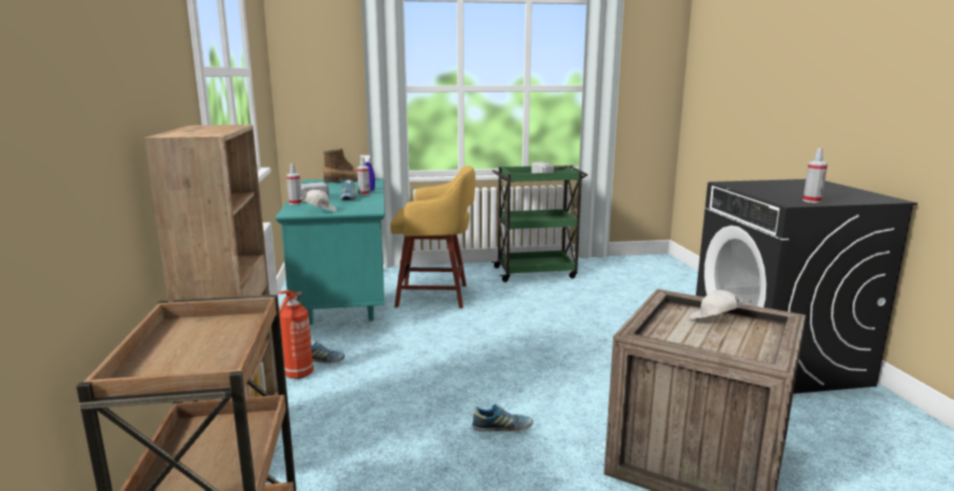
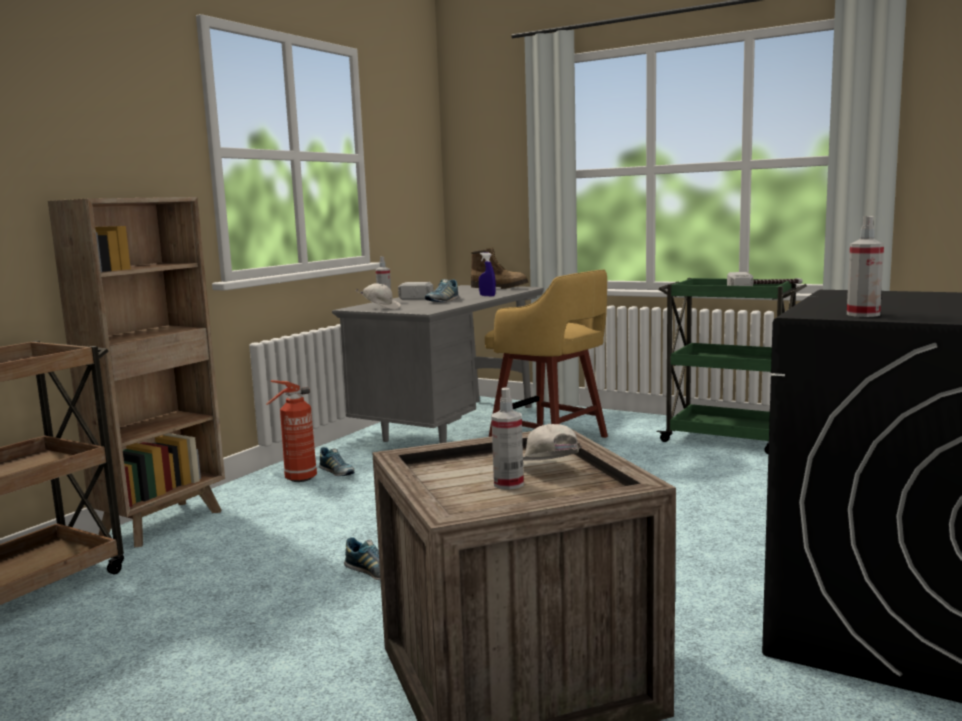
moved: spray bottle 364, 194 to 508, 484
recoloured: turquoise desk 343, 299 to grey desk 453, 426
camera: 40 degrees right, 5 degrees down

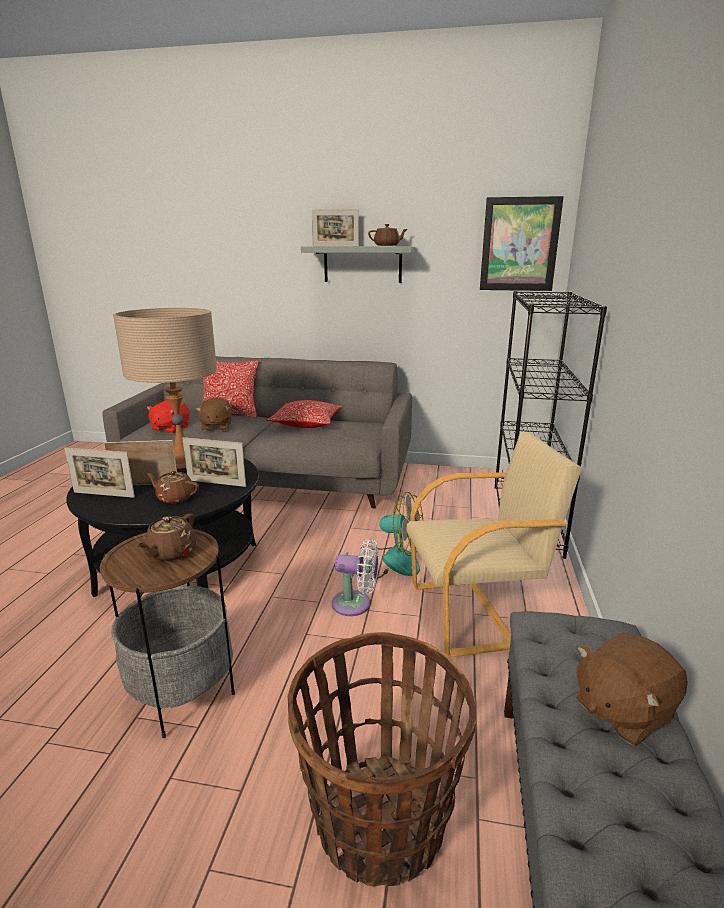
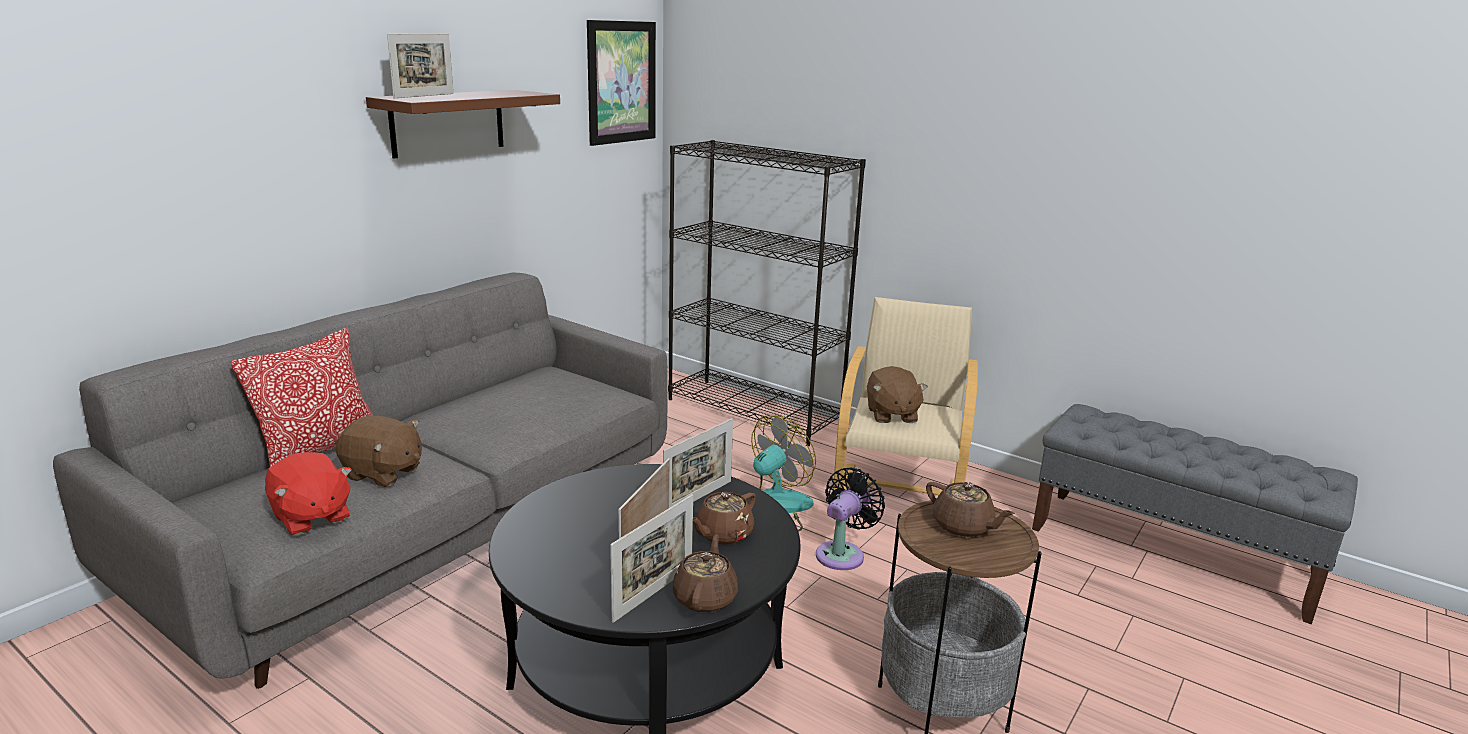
removed: beige table lamp 183, 461; pillow 306, 424; basket 379, 822
moved: brown teapot 387, 246 to 705, 597; brown plush toy 622, 710 to 891, 415
recoloured: grey shelf 362, 264 to brown shelf 448, 122; white fan 355, 604 to black fan 842, 554
camera: 65 degrees left, 0 degrees up

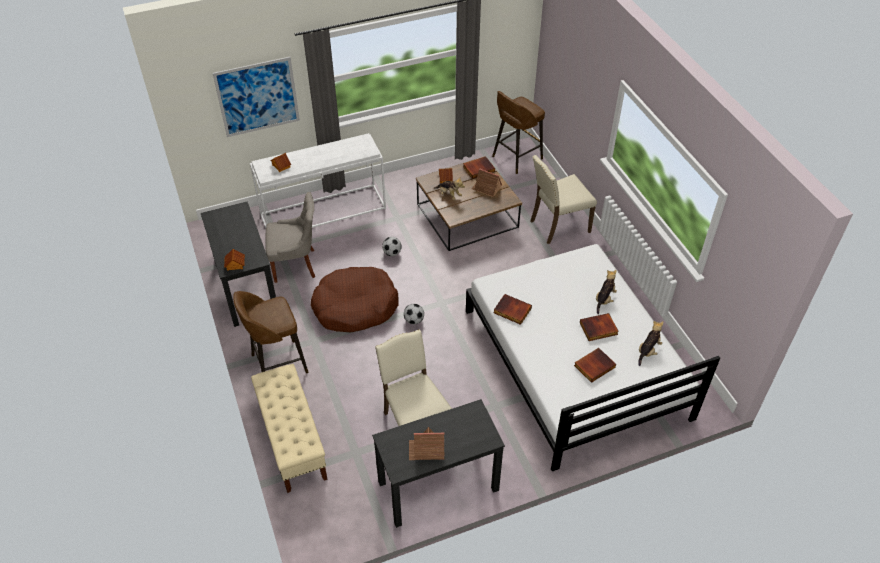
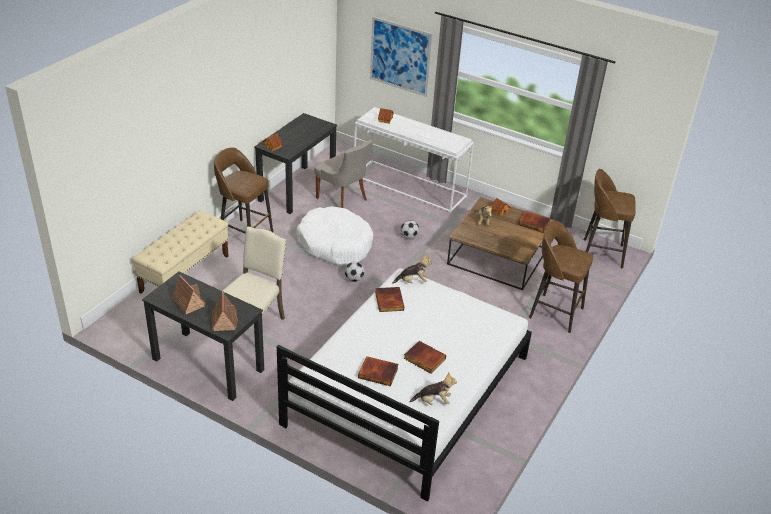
moved: toy house 486, 188 to 224, 320; plush toy 604, 299 to 412, 281
replaced: beige chair 558, 226 to brown stool 554, 312
recoloured: brown dog bed 355, 307 to white dog bed 335, 244
camera: 50 degrees right, 10 degrees down

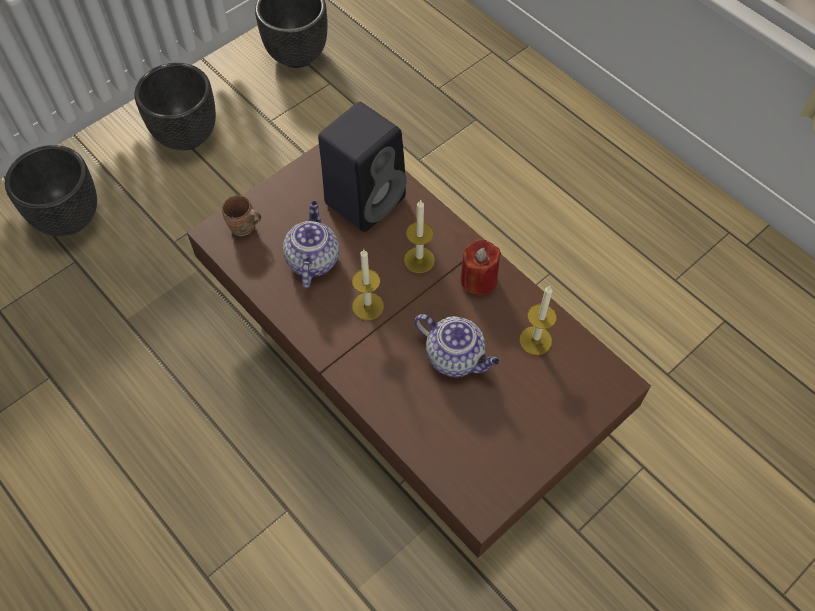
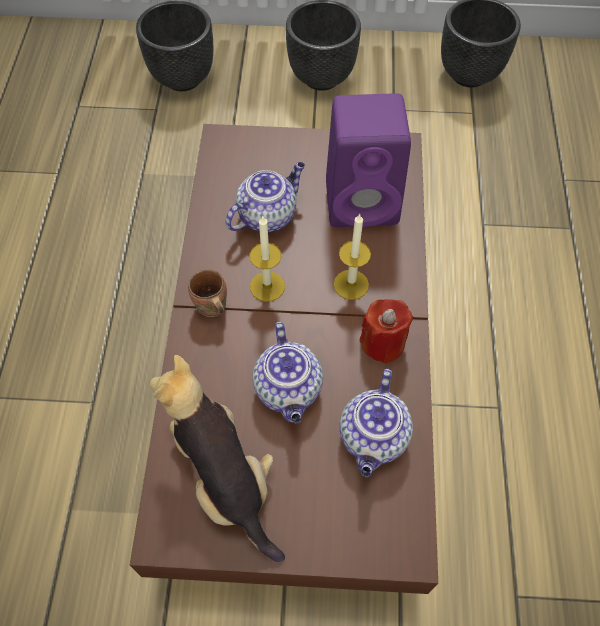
added: plush toy 225, 477
moved: brown mug 243, 228 to 210, 308
replaced: candle 535, 340 to teapot 374, 439
recoloured: black speaker 366, 198 to purple speaker 364, 201
camera: 45 degrees right, 0 degrees up

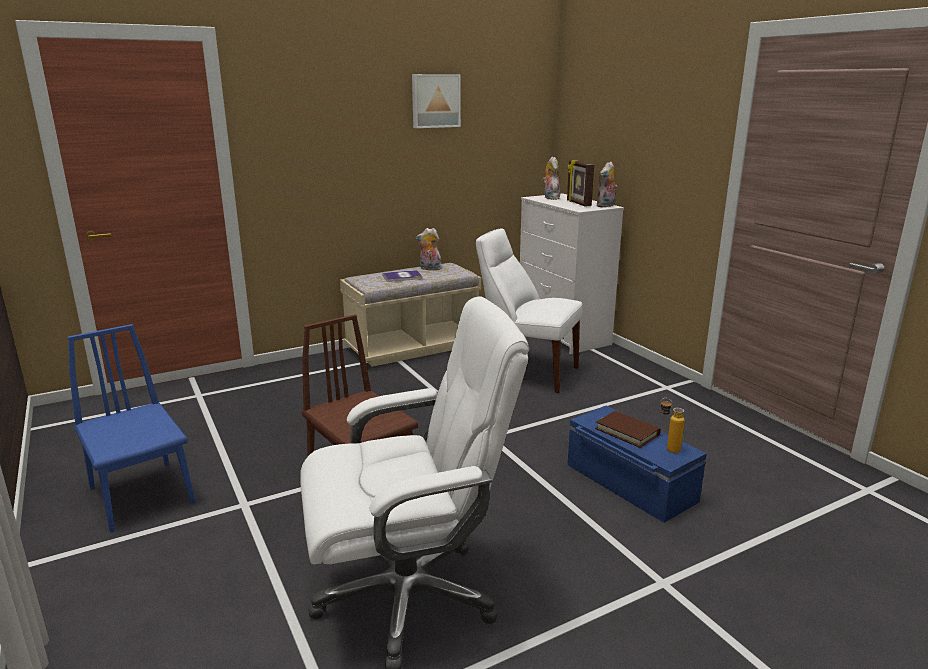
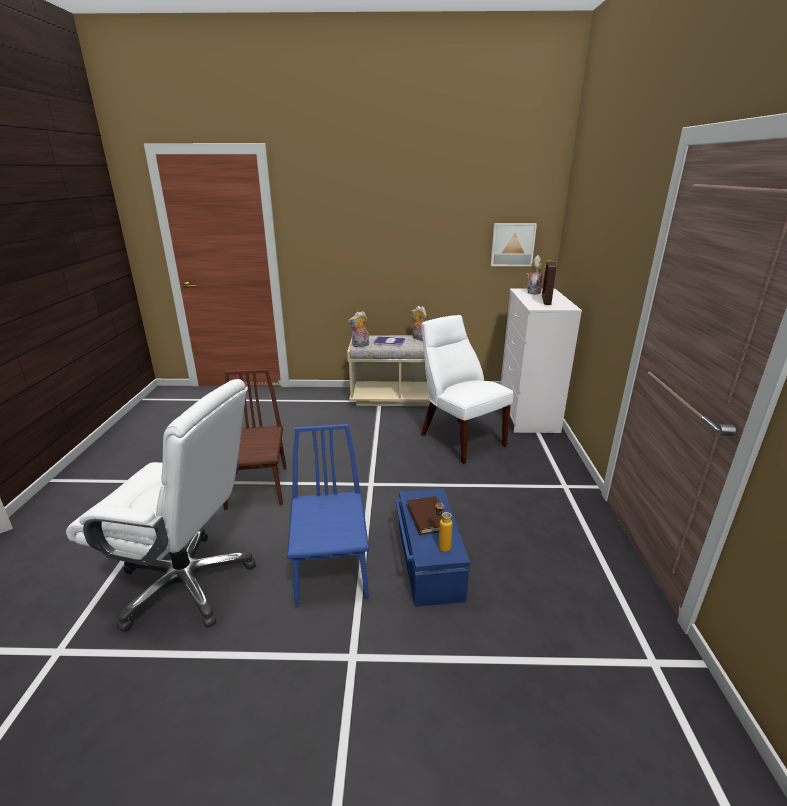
moved: blue chair 141, 495 to 331, 570; picture 435, 101 to 512, 244; plush toy 606, 206 to 360, 345
camera: 30 degrees right, 5 degrees up

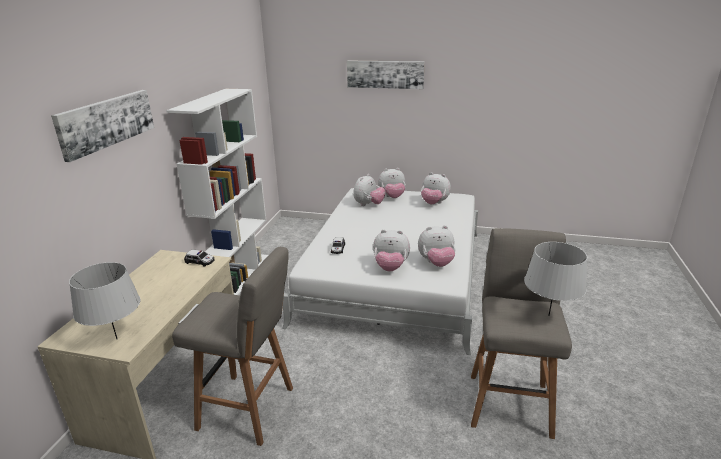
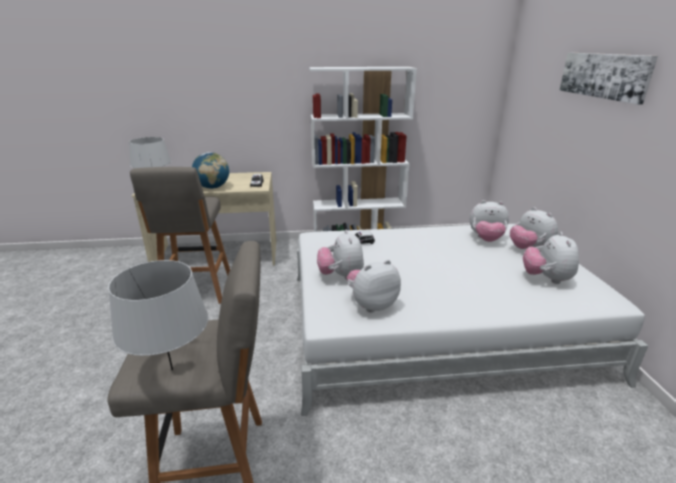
removed: picture 106, 122
added: globe 213, 187
turned: plush toy 436, 263 = 371, 304 90 degrees clockwise
camera: 70 degrees right, 0 degrees up

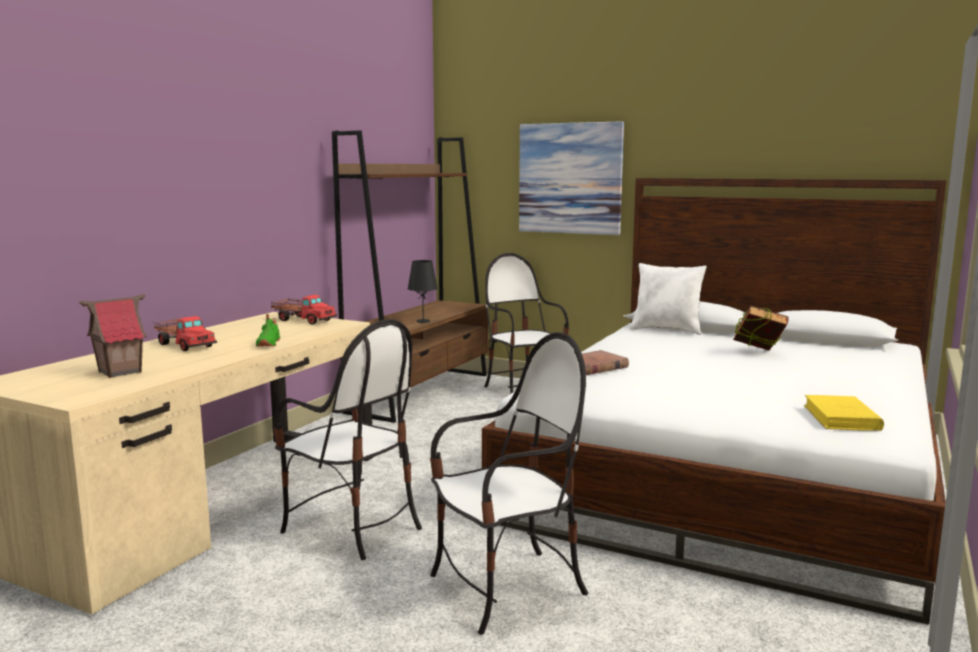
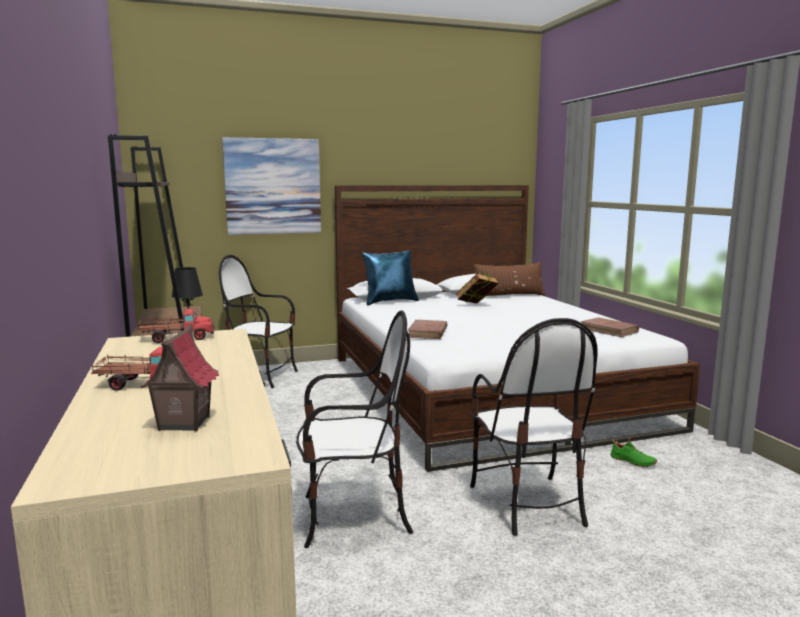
added: brown pillow 509, 296
moved: green shoe 267, 344 to 632, 462
recoloured: white pillow 667, 330 to blue pillow 390, 301; yellow book 841, 418 to brown book 609, 330
turned: chair 507, 589 = 527, 503 150 degrees clockwise
camera: 45 degrees left, 0 degrees up

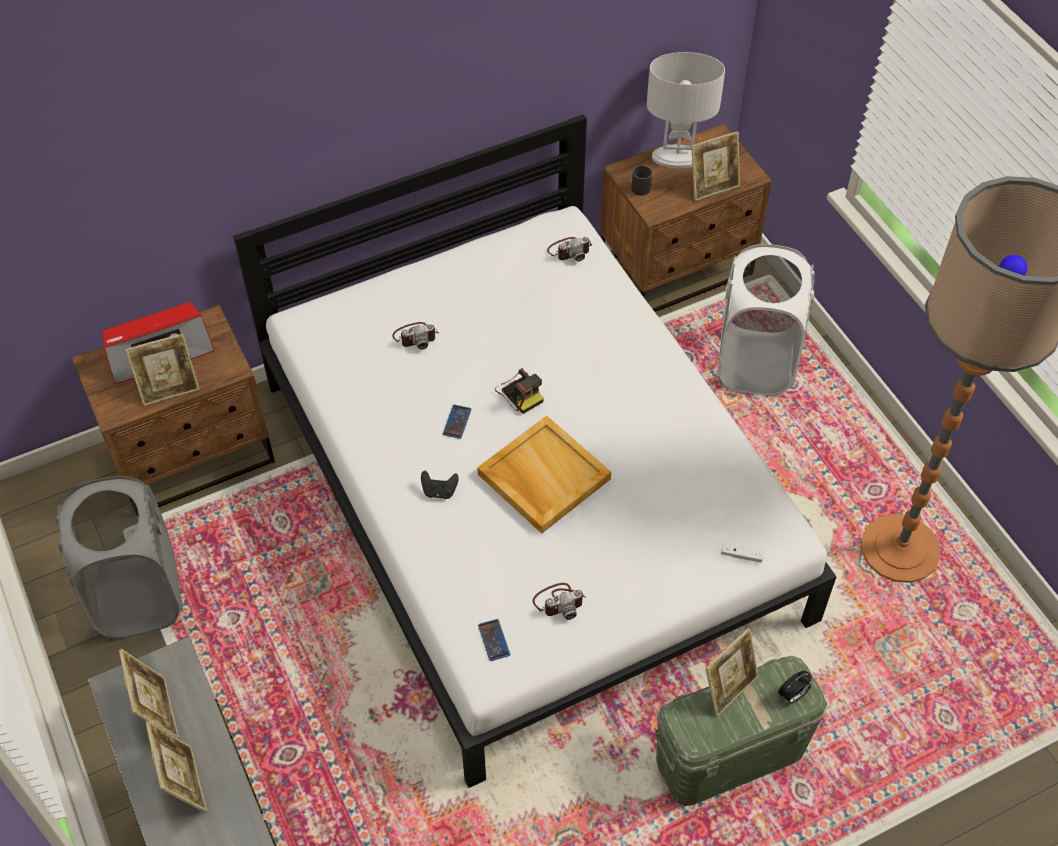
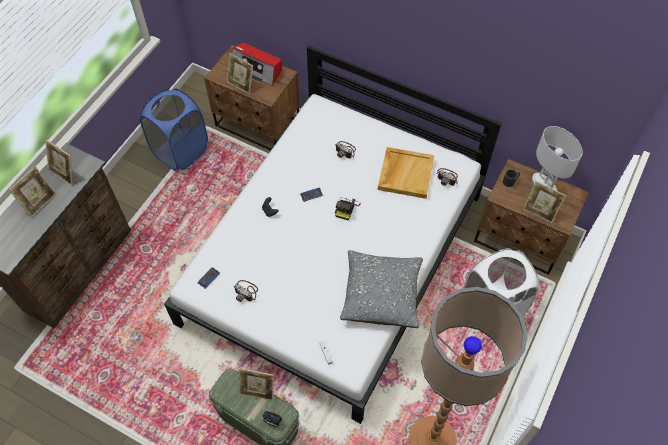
added: grey pillow 381, 295
moved: beige tray 542, 476 to 405, 173
recoloured: grey laundry basket 138, 595 to blue laundry basket 181, 151
turned: picture frame 157, 711 = 65, 173 90 degrees clockwise
camera: 55 degrees right, 5 degrees up

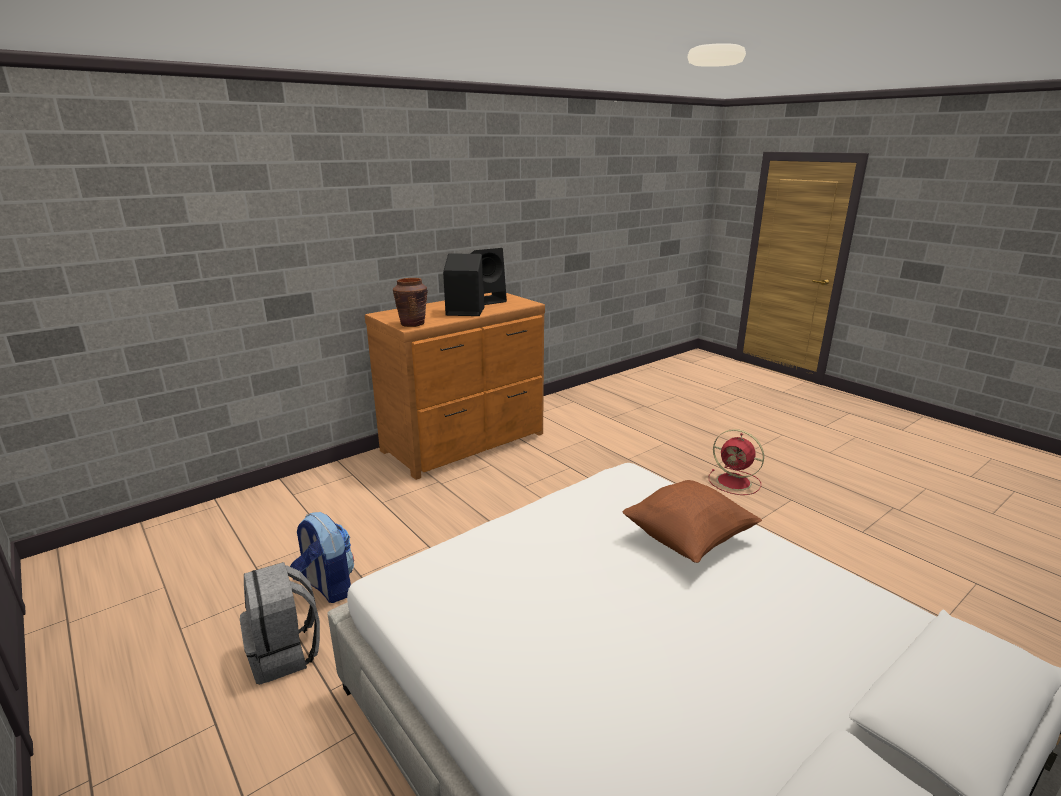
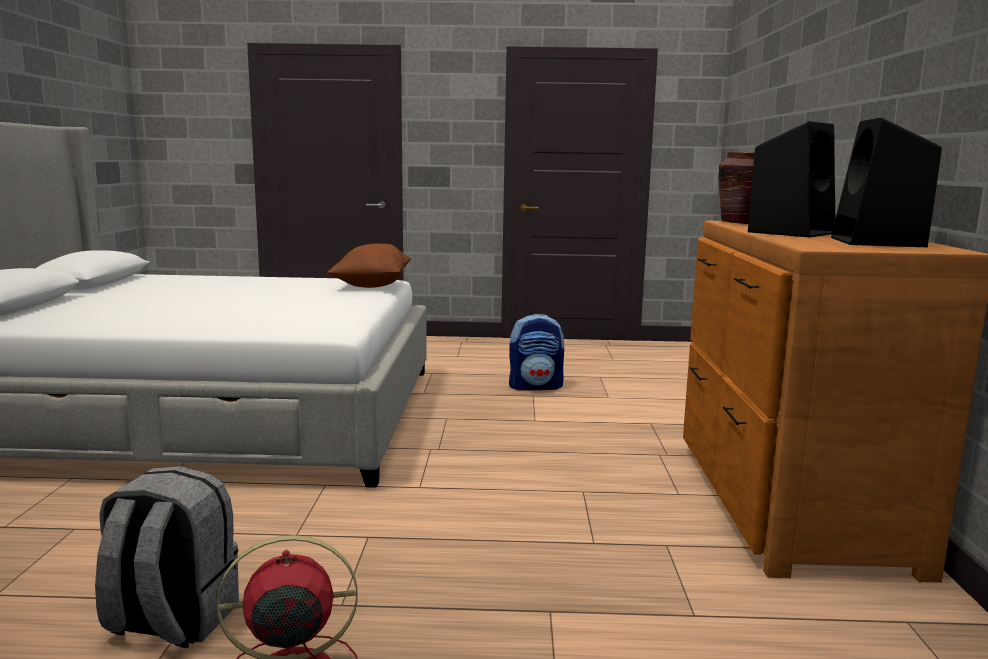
moved: grey backpack 285, 653 to 171, 621; brown pillow 688, 540 to 371, 286
camera: 130 degrees right, 10 degrees down

